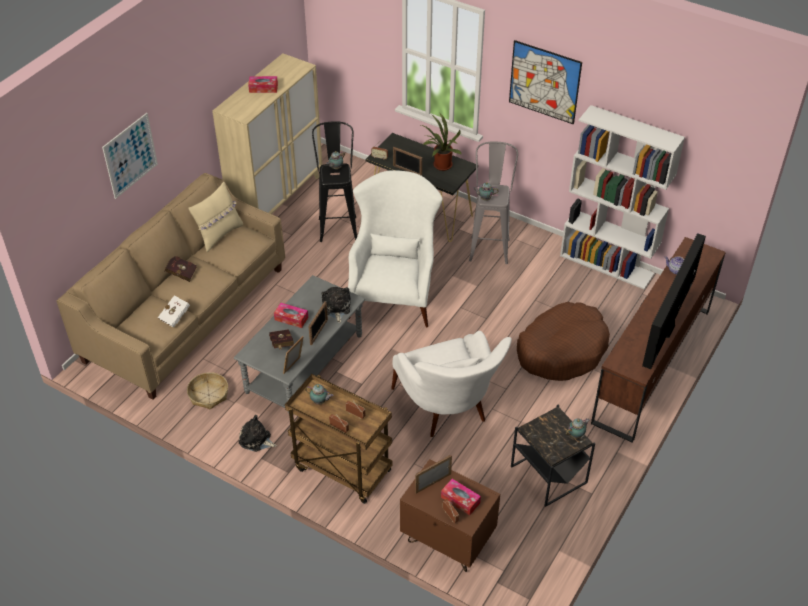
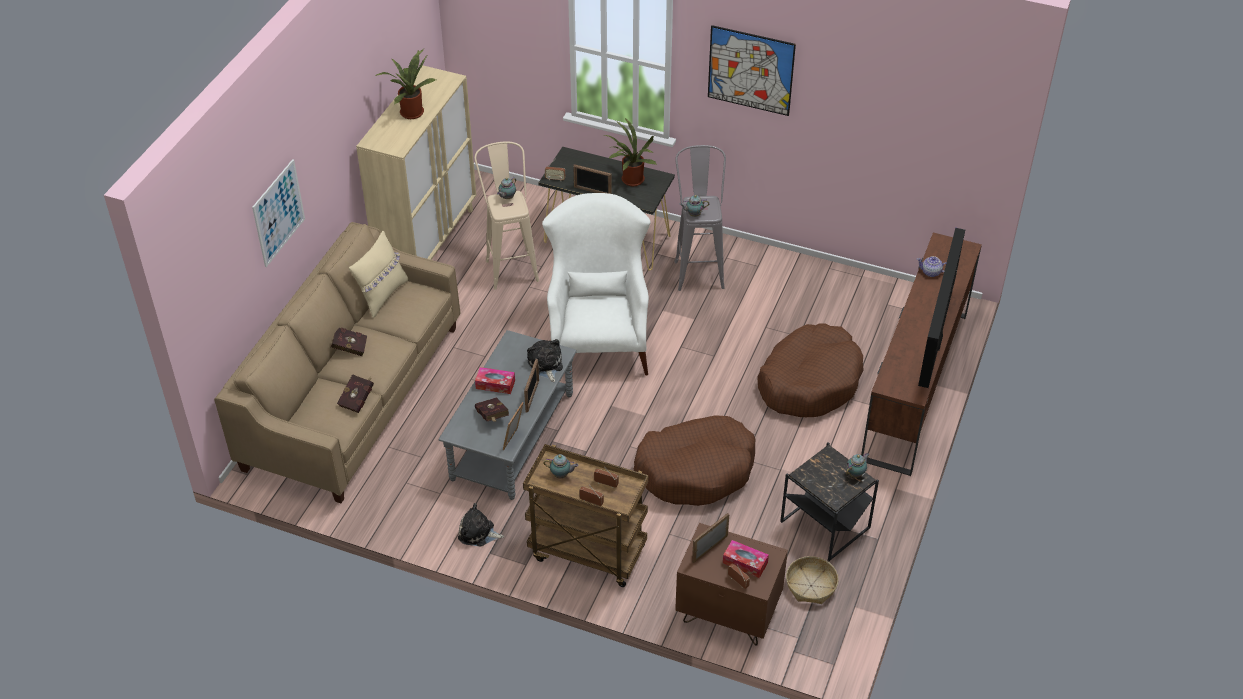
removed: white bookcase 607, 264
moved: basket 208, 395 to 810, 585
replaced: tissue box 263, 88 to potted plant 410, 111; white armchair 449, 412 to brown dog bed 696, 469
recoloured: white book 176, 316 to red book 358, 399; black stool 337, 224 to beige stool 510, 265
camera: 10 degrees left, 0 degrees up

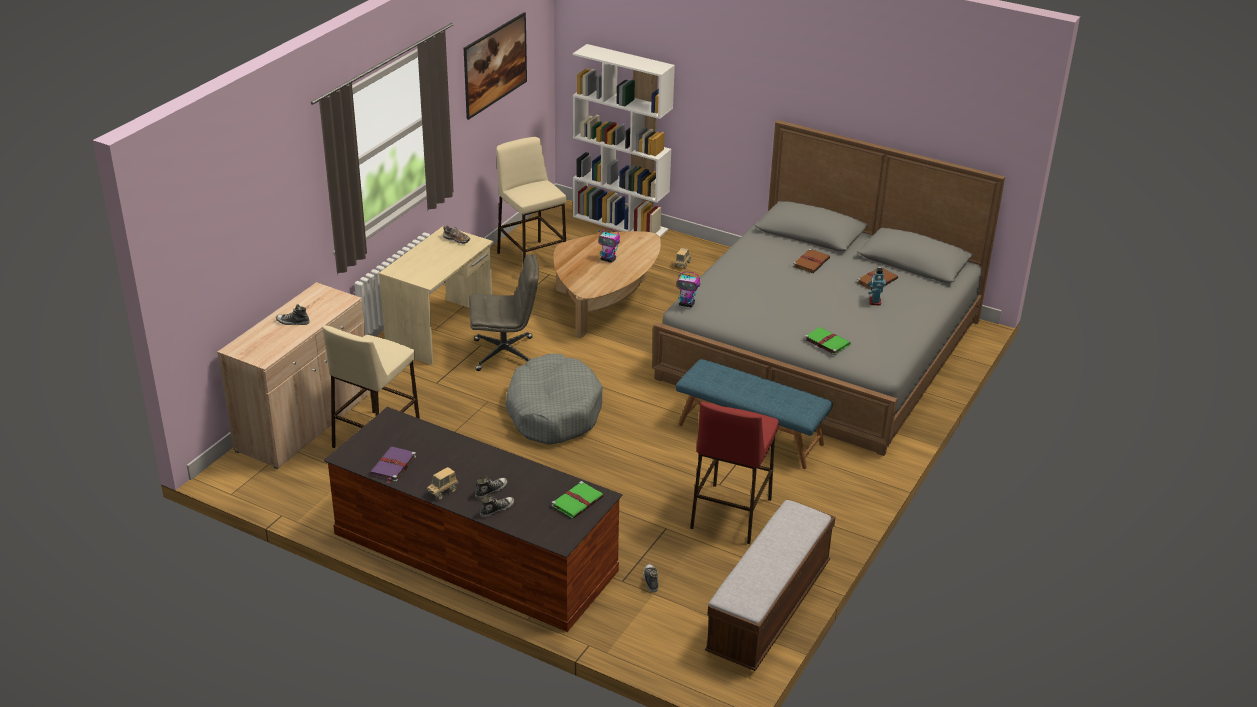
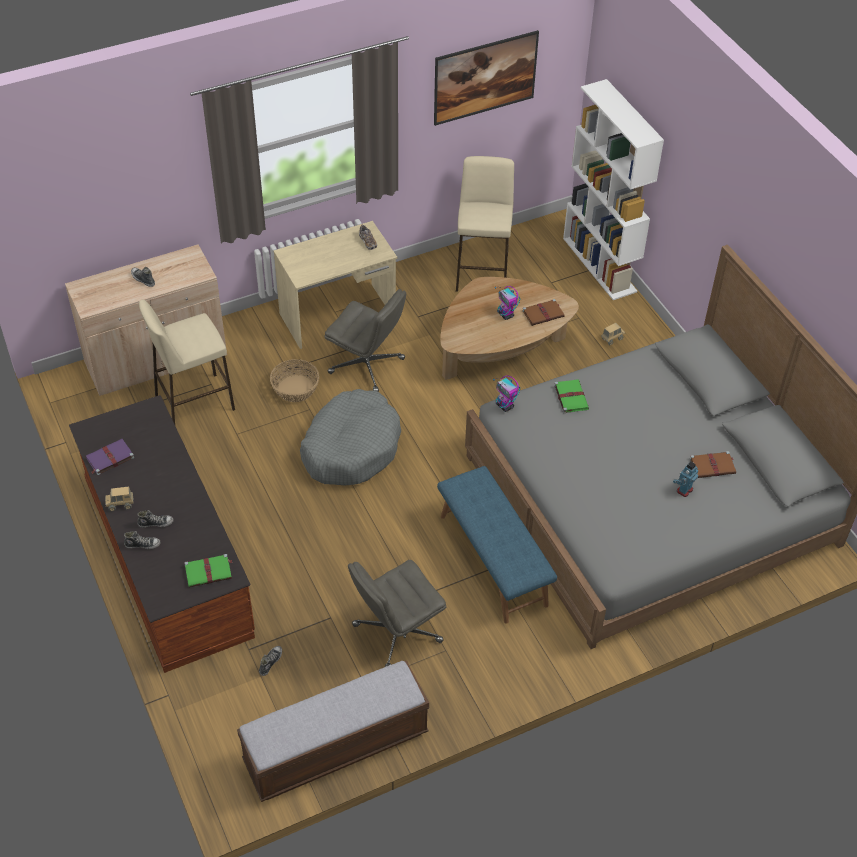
added: basket 295, 388
moved: brown book 811, 262 to 543, 313; green book 826, 342 to 570, 397
replaced: red stool 731, 514 to grey office chair 396, 634
camera: 35 degrees right, 15 degrees up

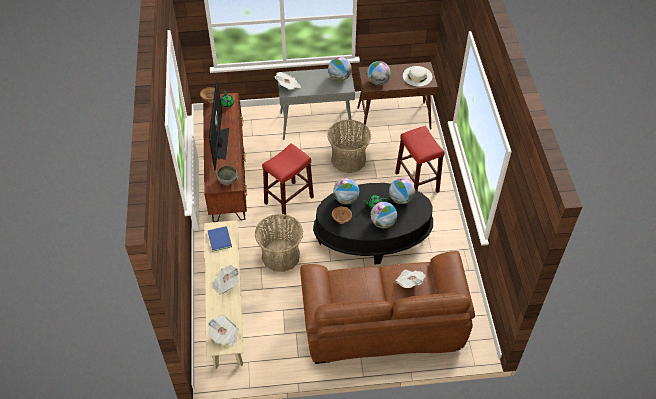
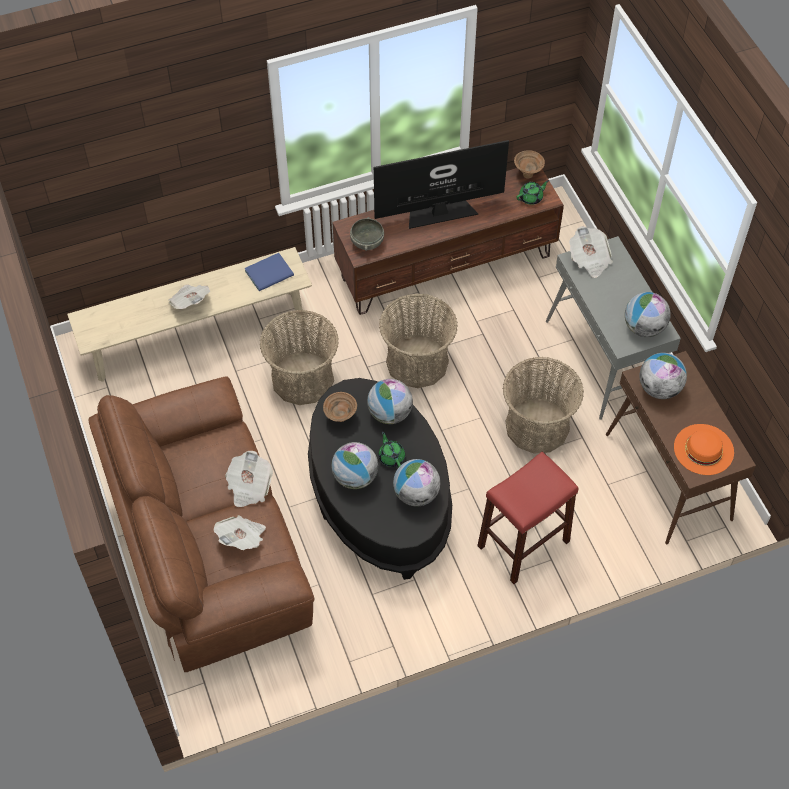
moved: newspaper 224, 335 to 249, 486
replaced: red stool 289, 200 to basket 417, 362
recoloured: white hat 417, 76 to orange hat 703, 449
camera: 75 degrees right, 5 degrees up

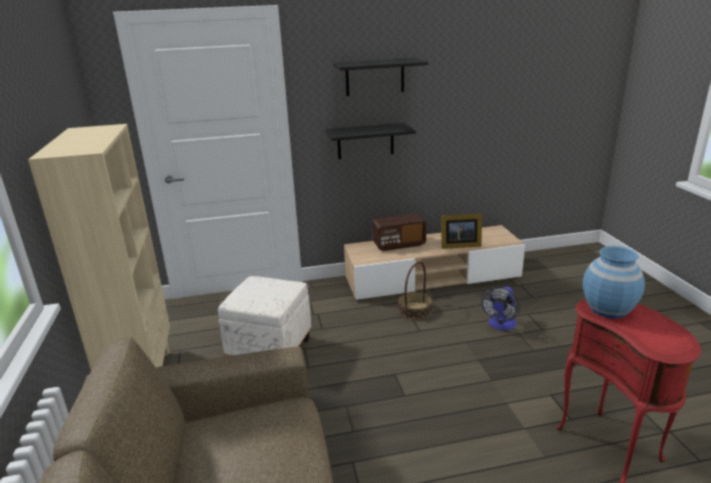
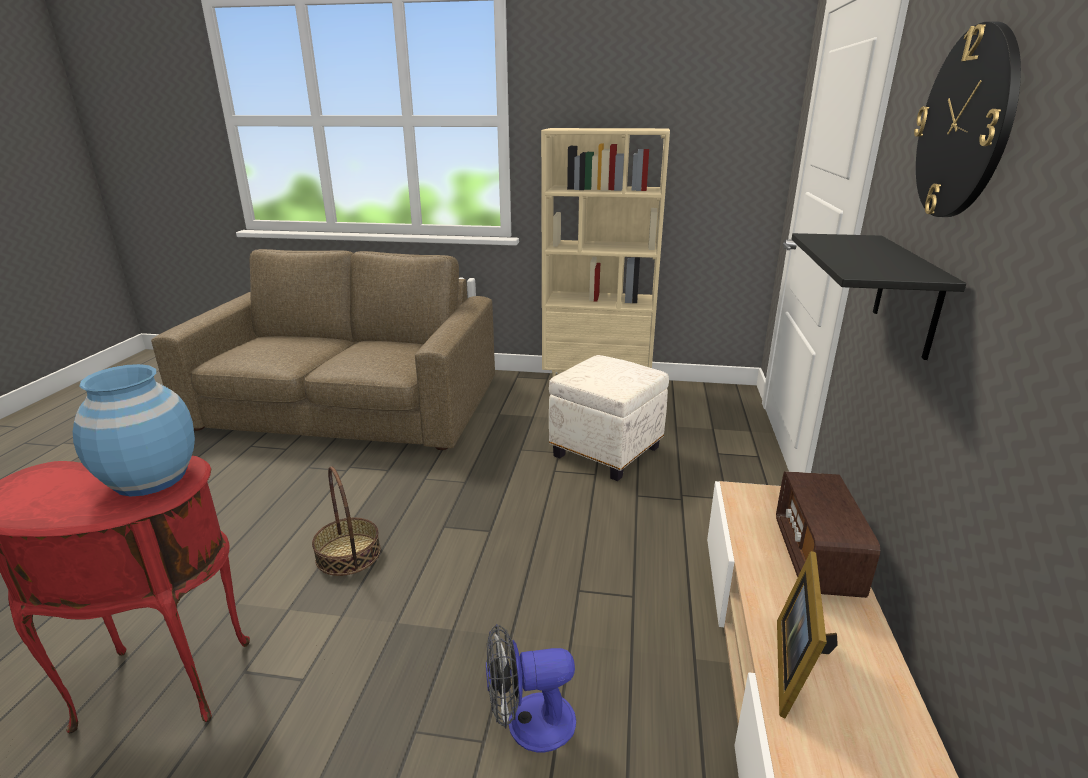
moved: basket 415, 310 to 348, 554
replaced: black shelf 375, 77 to wall clock 965, 124
turned: fan 500, 325 = 528, 724 60 degrees counterclockwise
camera: 110 degrees right, 0 degrees up

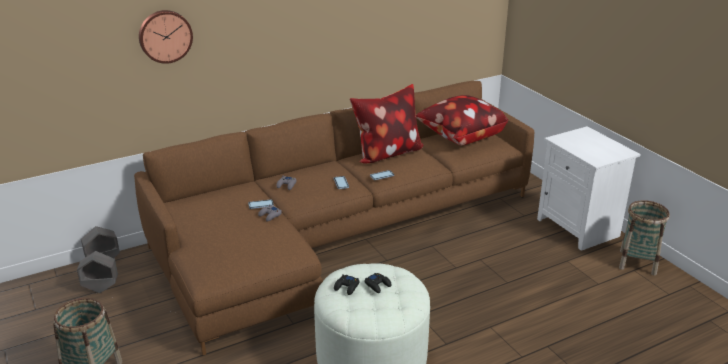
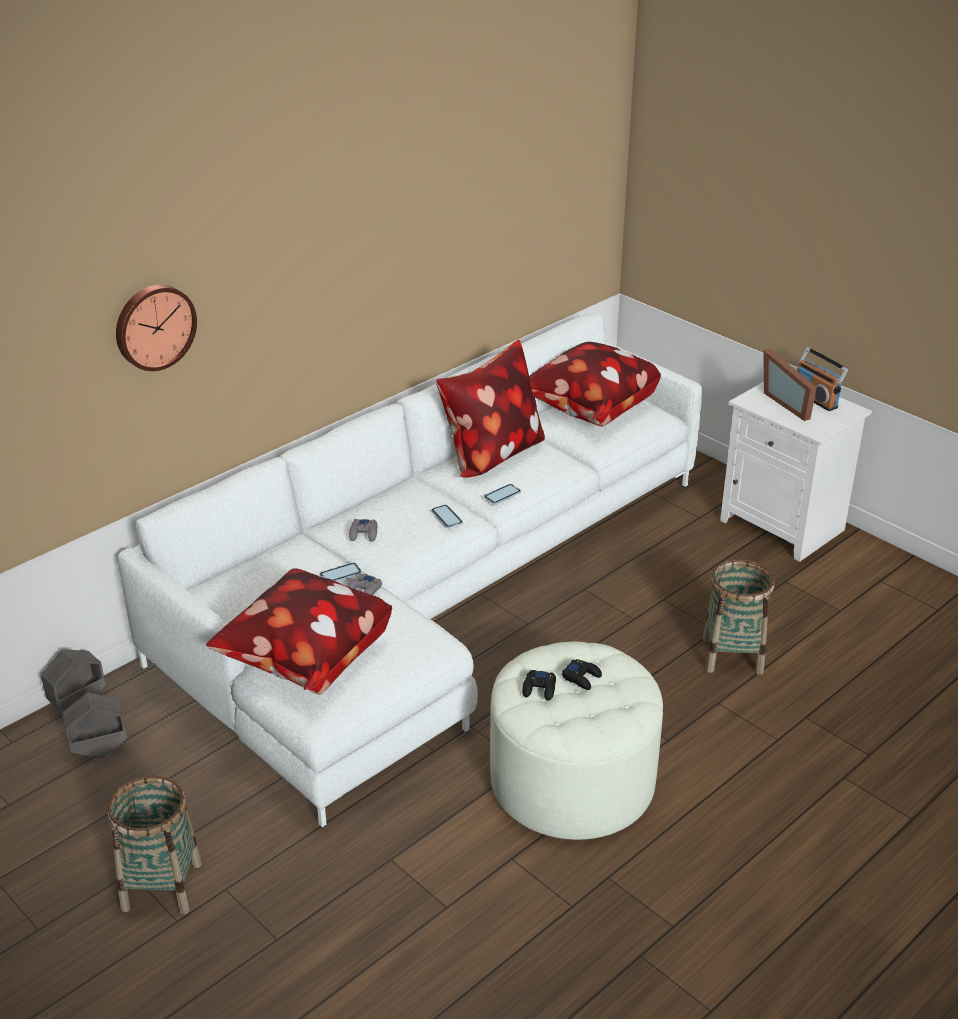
added: pillow 304, 660; picture frame 789, 402; radio 816, 399
moved: basket 637, 262 to 732, 655
recoloured: brown sofa 334, 234 to white sofa 430, 595
camera: 15 degrees left, 5 degrees up

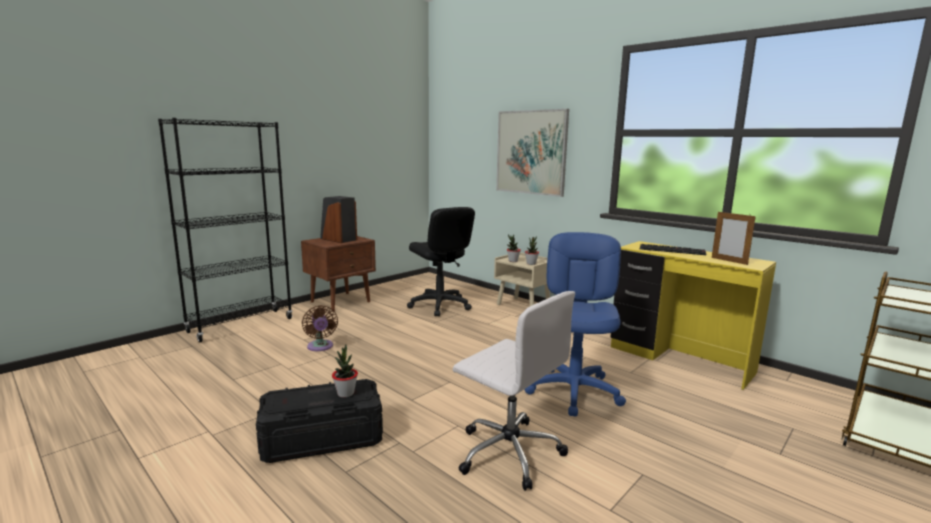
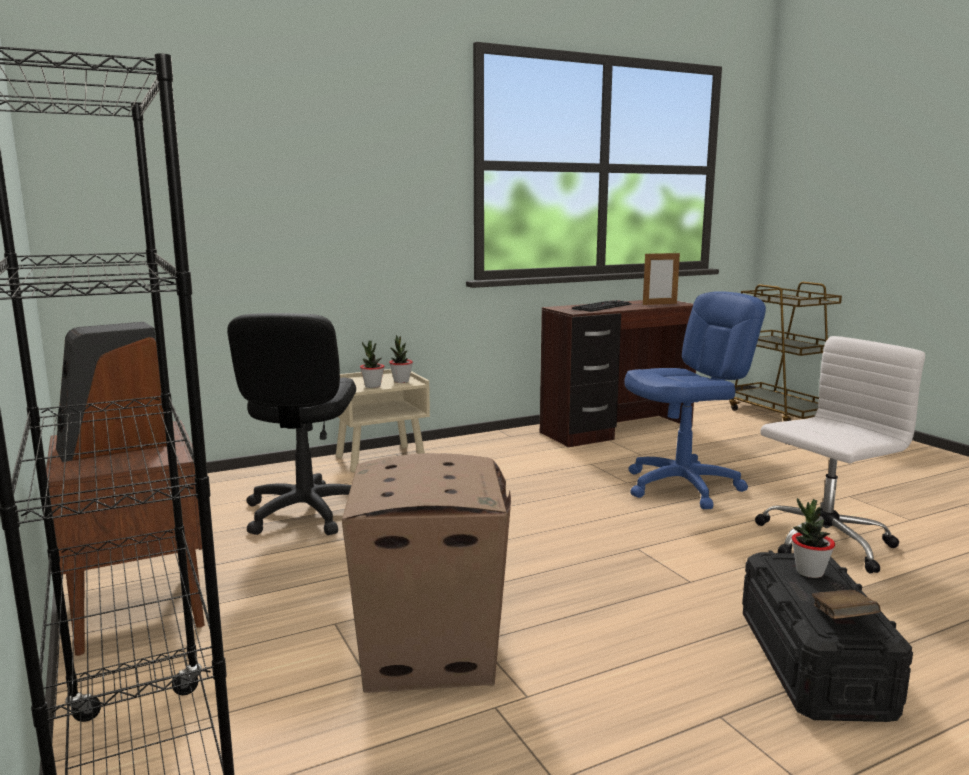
removed: picture 531, 152
added: brown book 842, 619
replaced: brown fan 320, 347 to cardboard box 429, 651
recoloured: yellow desk 679, 360 to brown desk 617, 430
turned: black office chair 439, 305 = 305, 512 105 degrees clockwise; blue office chair 574, 391 = 682, 487 120 degrees clockwise
camera: 70 degrees left, 0 degrees up

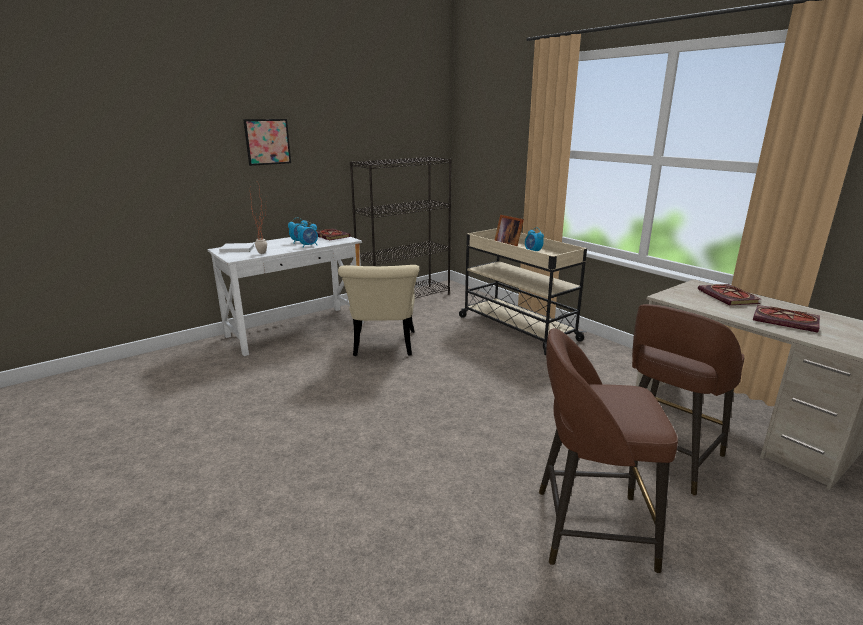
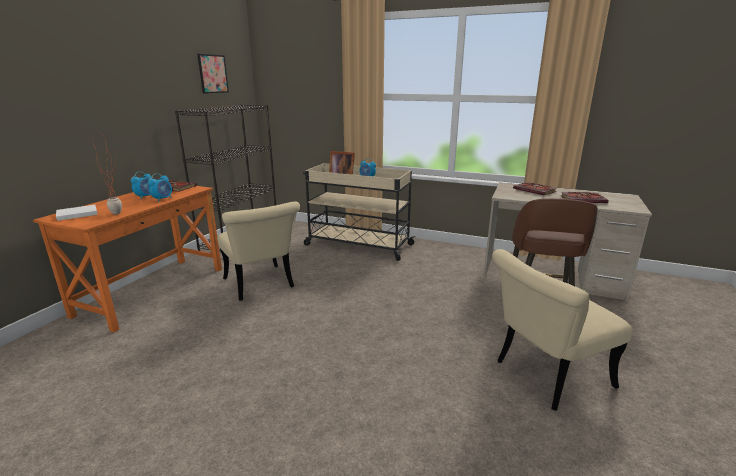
moved: picture 267, 142 to 213, 74
replaced: brown stool 589, 528 to beige chair 544, 376
recoloured: white desk 296, 330 to orange desk 153, 291
camera: 30 degrees left, 0 degrees up

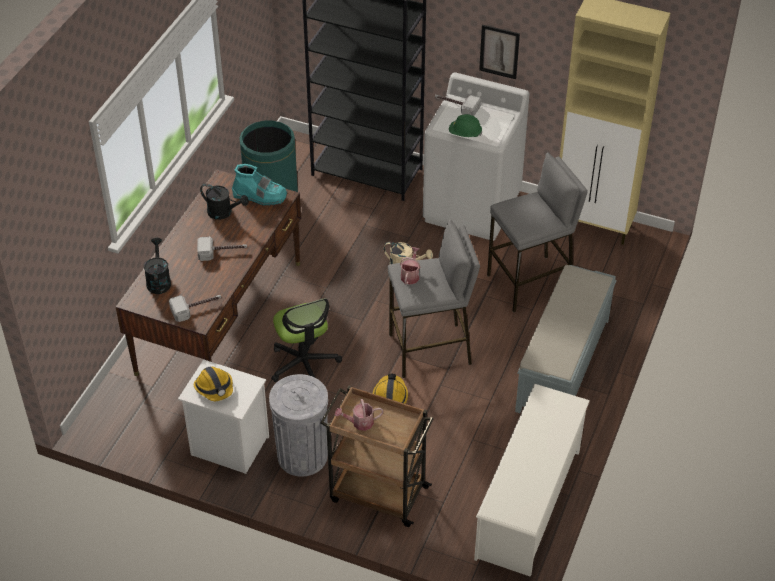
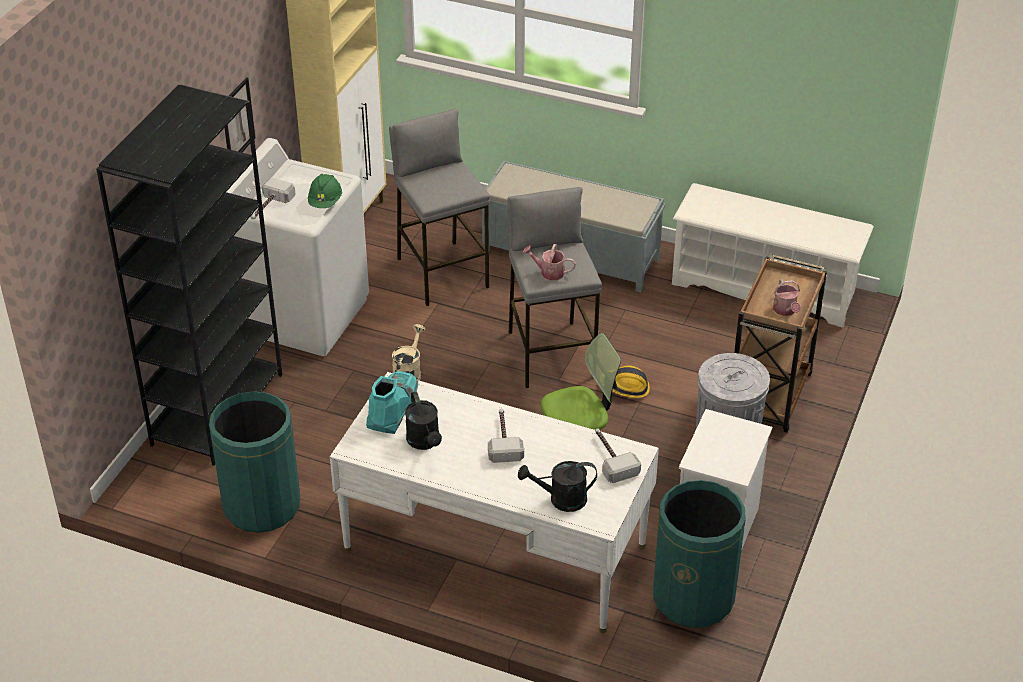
removed: hard hat 214, 388
added: green trash can 693, 597
recoloured: brown desk 219, 317 to white desk 495, 549
turned: black watering can 224, 213 = 425, 442 135 degrees clockwise
camera: 90 degrees left, 5 degrees down

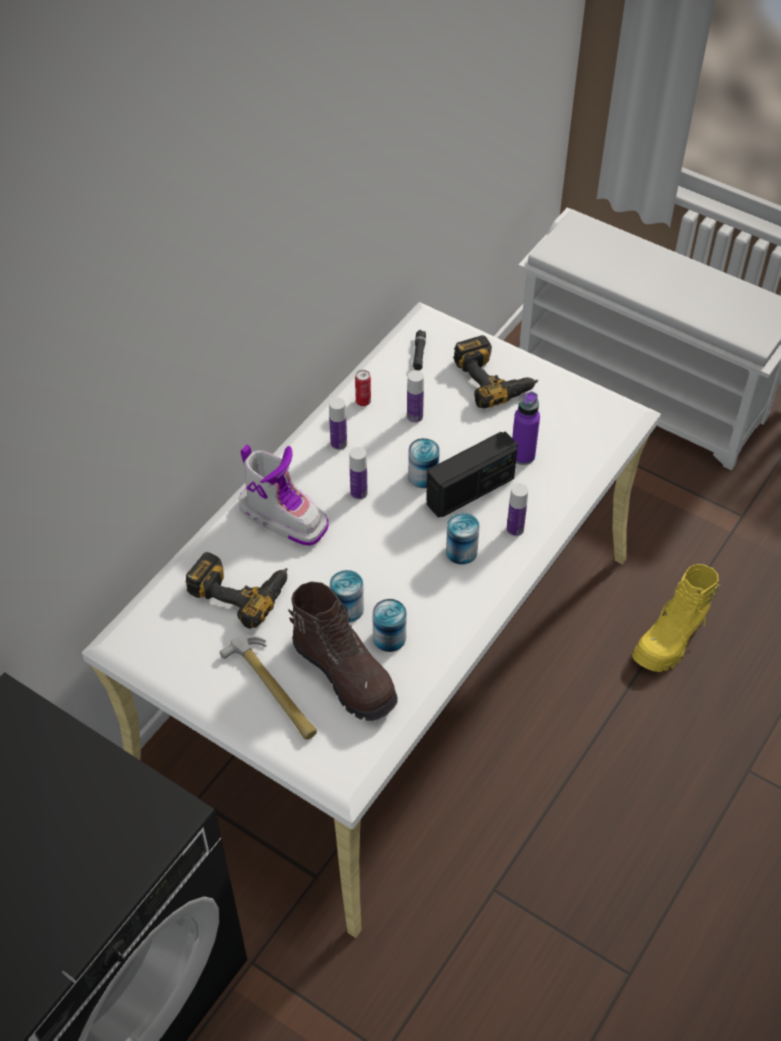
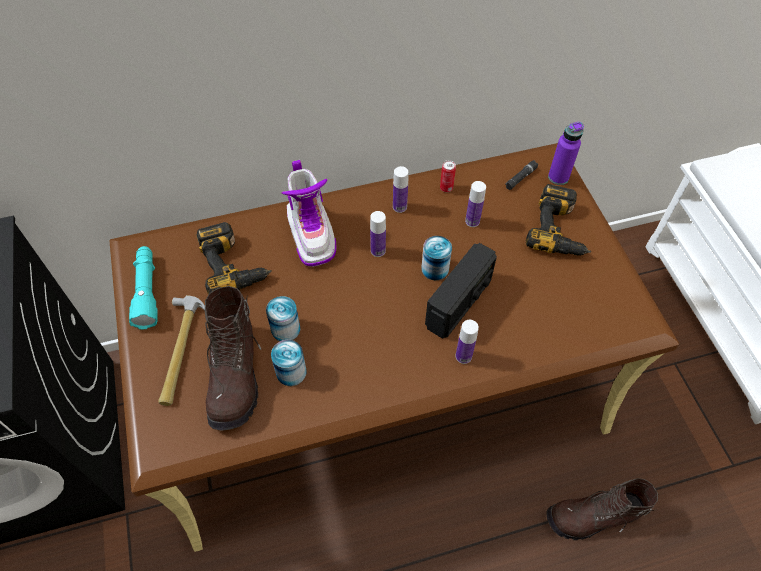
removed: can 461, 551
added: turquoise flashlight 147, 291
moved: purple bottle 522, 455 to 558, 177
recoloured: white desk 391, 664 to brown desk 382, 387; yellow boot 672, 638 to brown boot 593, 517
turned: radio 471, 491 = 459, 303 60 degrees counterclockwise
camera: 40 degrees right, 5 degrees up

